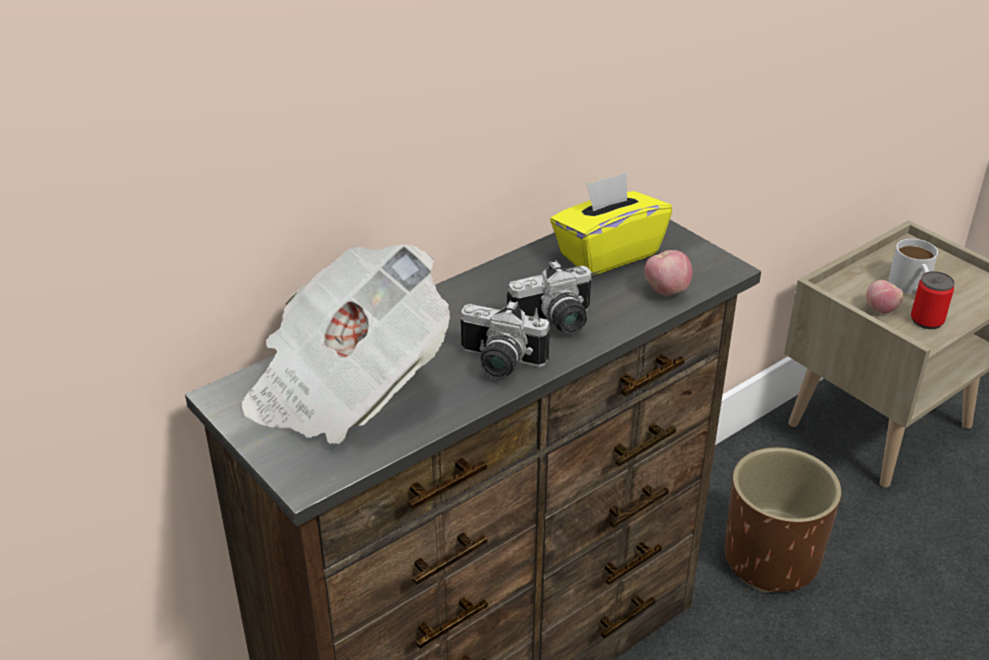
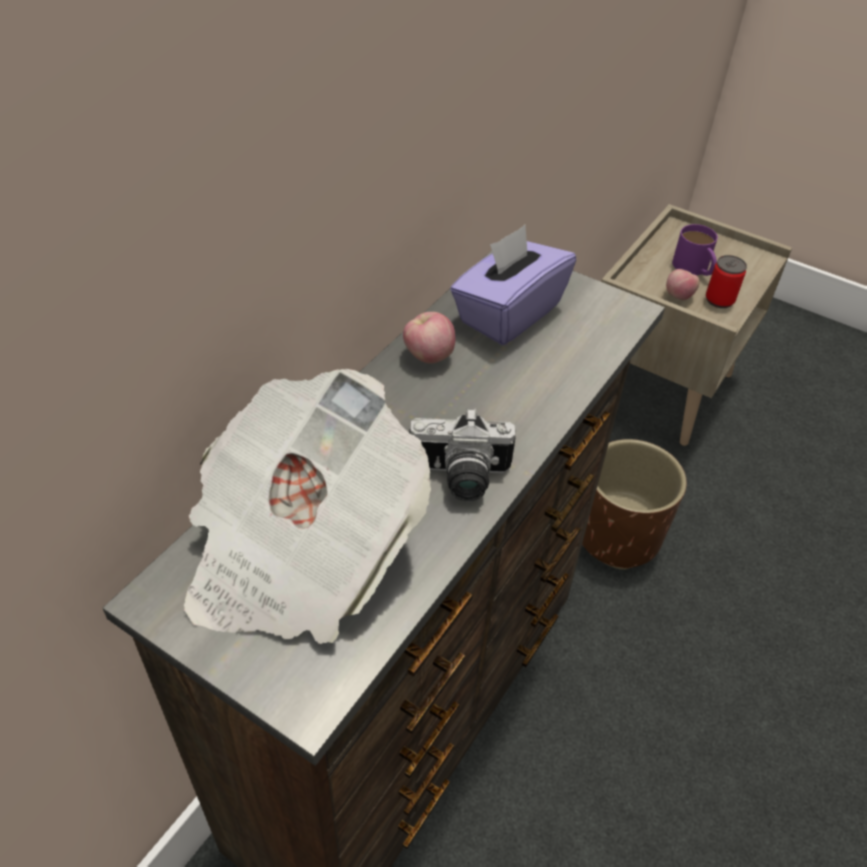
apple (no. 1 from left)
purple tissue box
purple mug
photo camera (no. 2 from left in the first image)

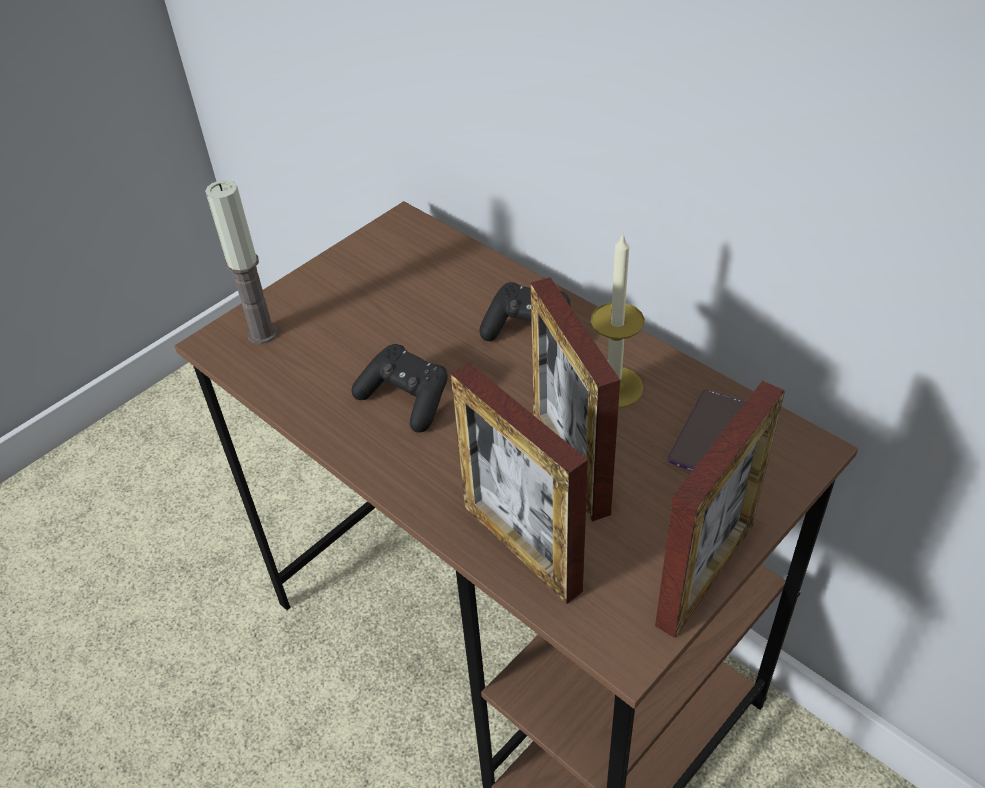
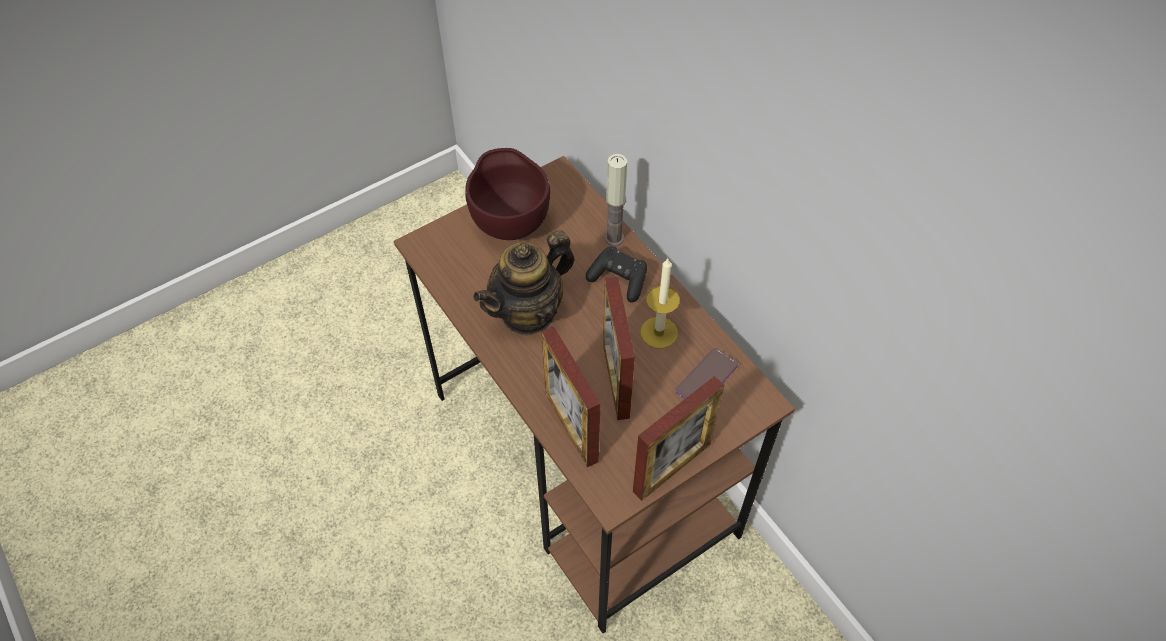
brown bowl
teapot
candle (no. 1 from left)

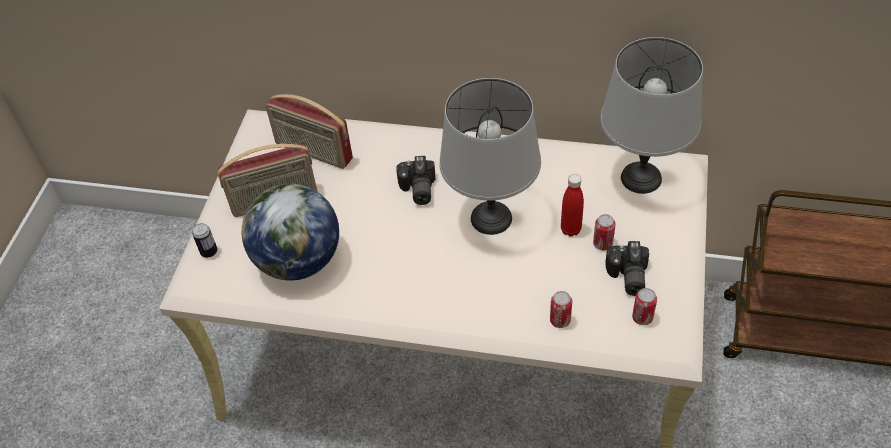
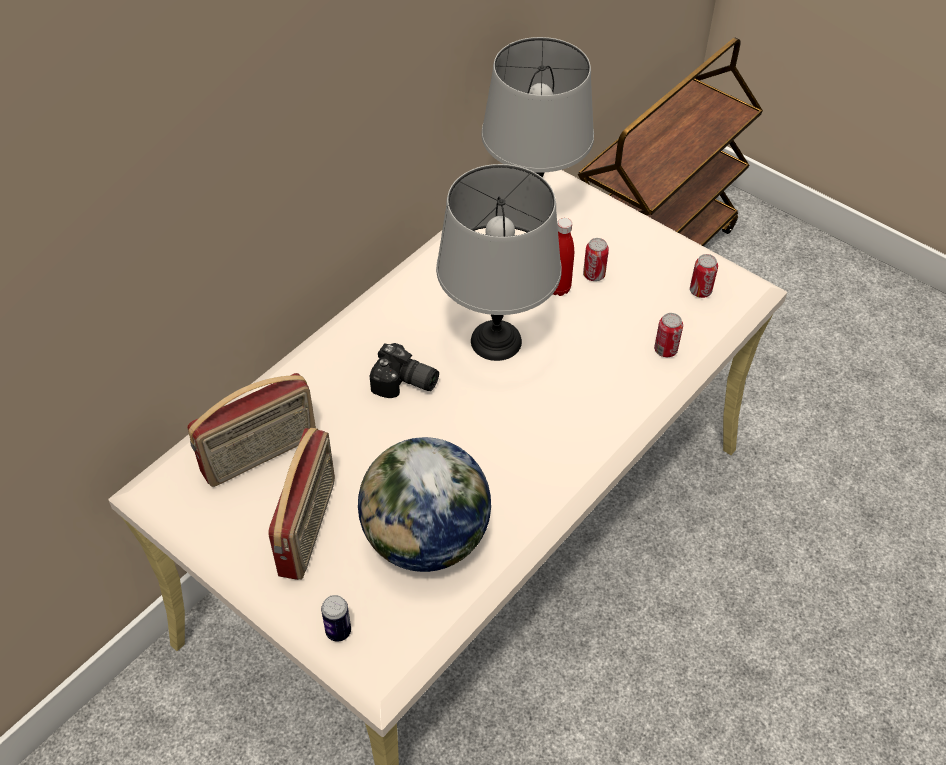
photo camera (no. 2 from left in the first image)

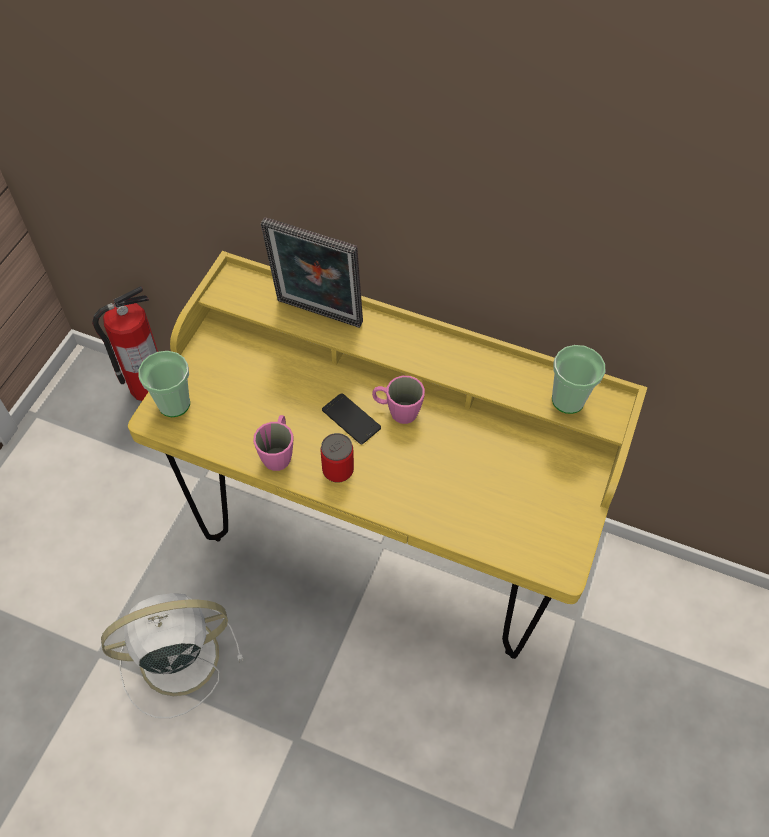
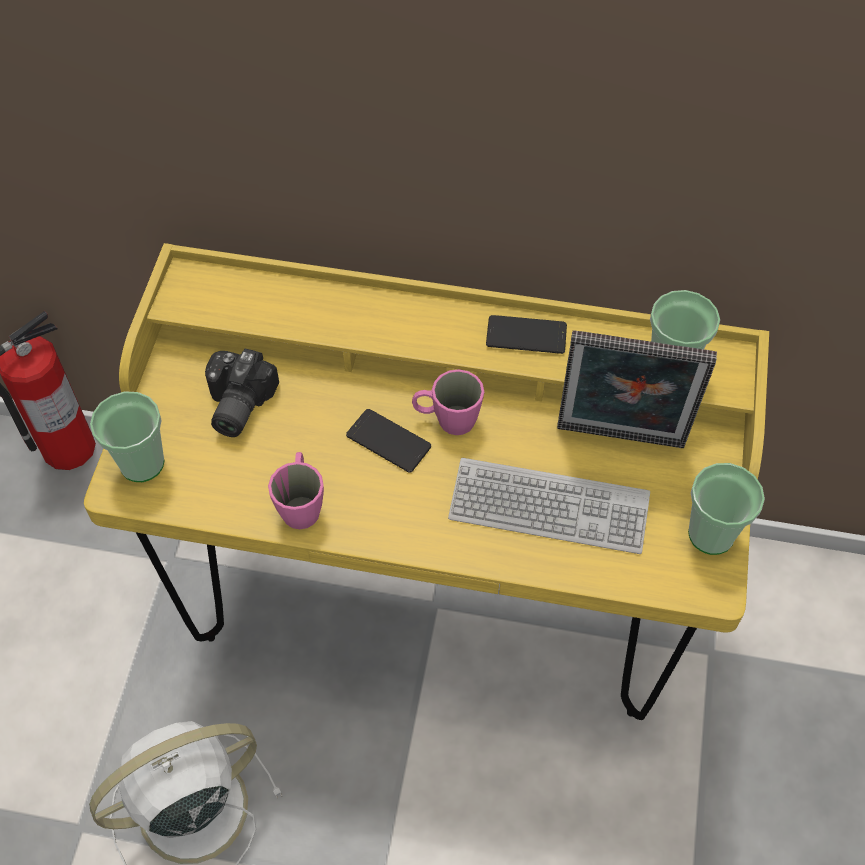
photo camera
keyboard
phone (no. 2 from left)
picture frame
cup (no. 3 from left)
can

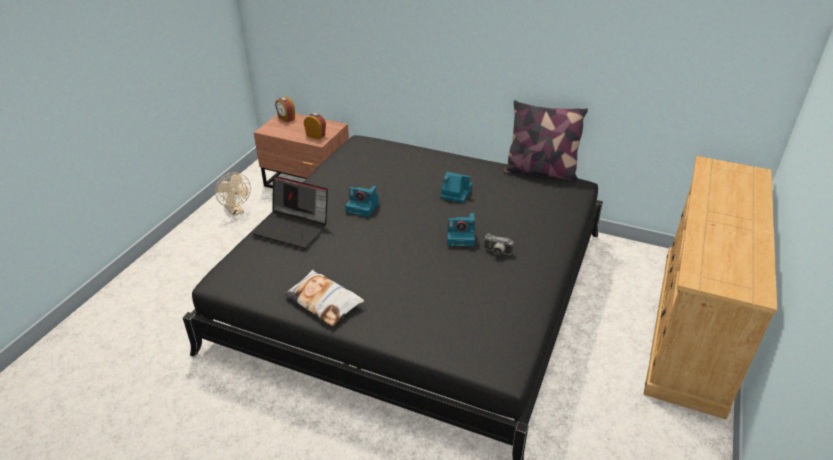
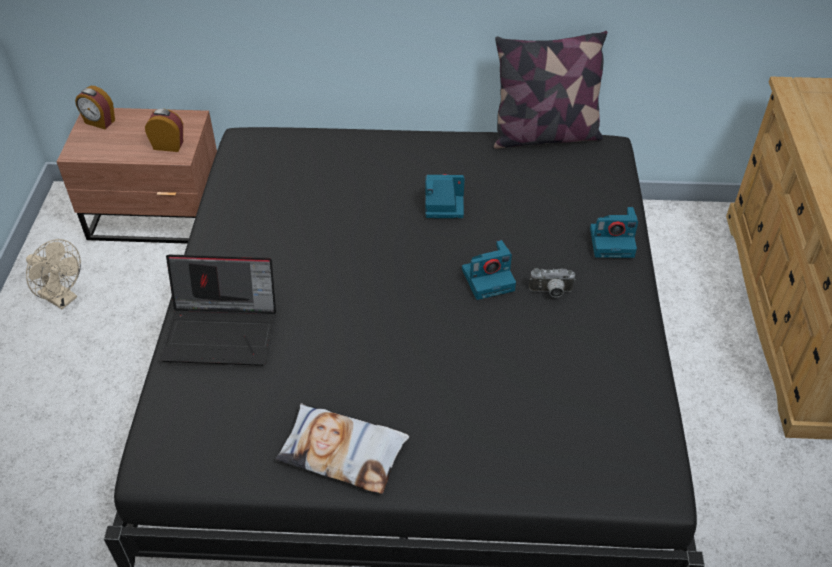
photo camera (no. 4 from left)

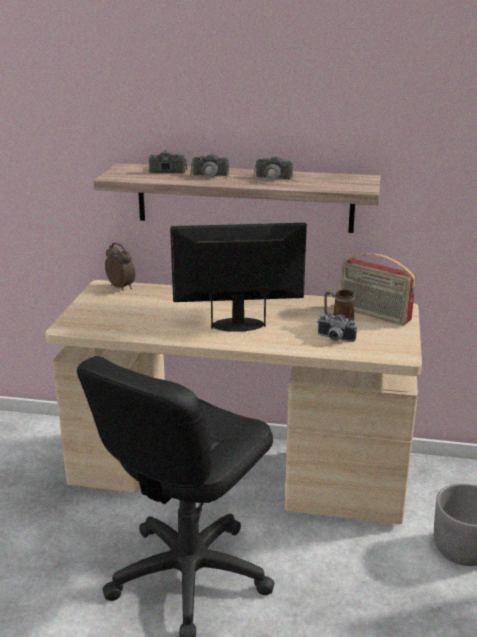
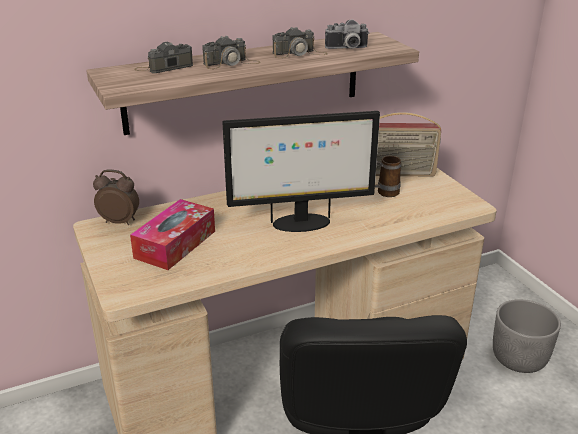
tissue box
monitor
photo camera (no. 4 from left)

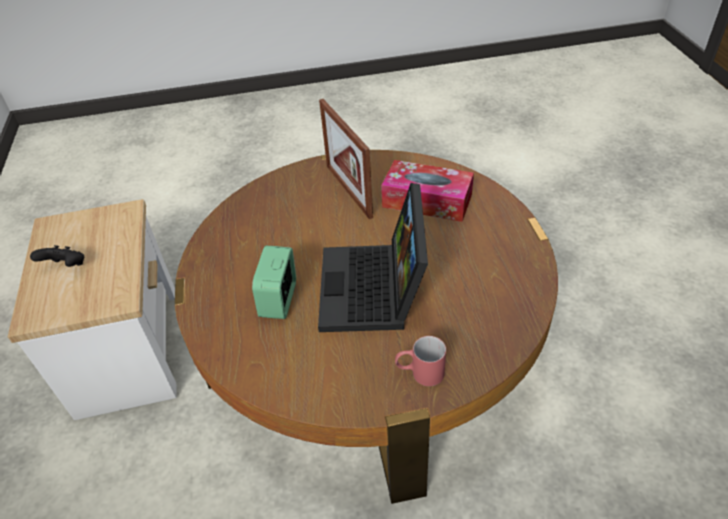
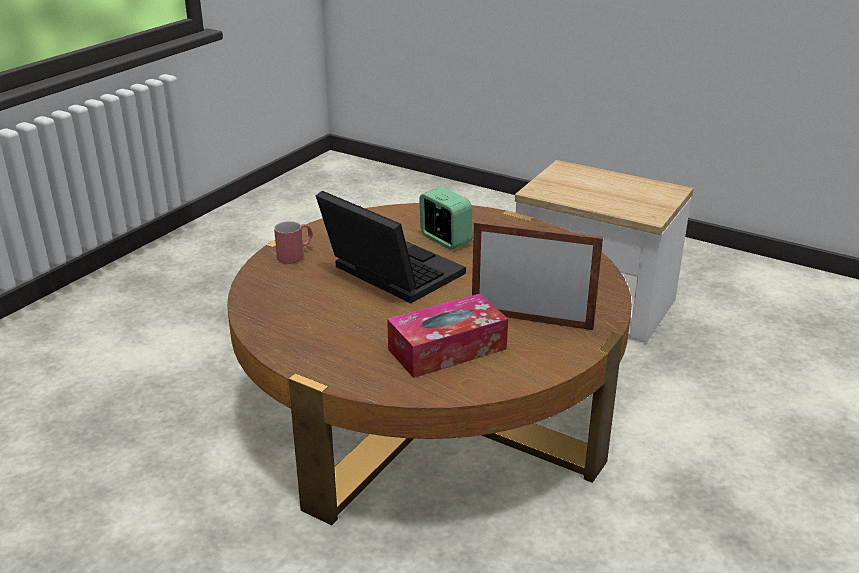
black game controller

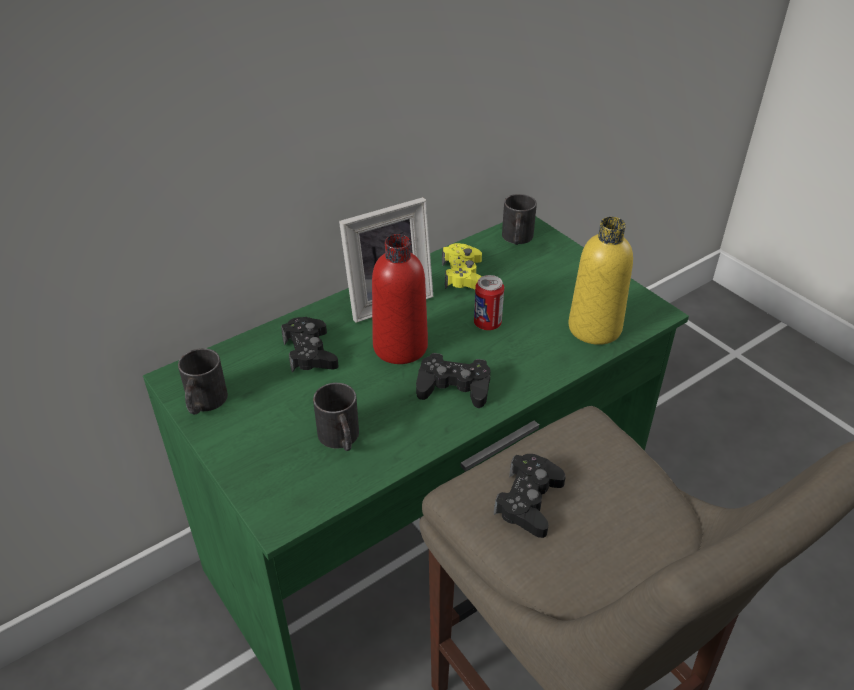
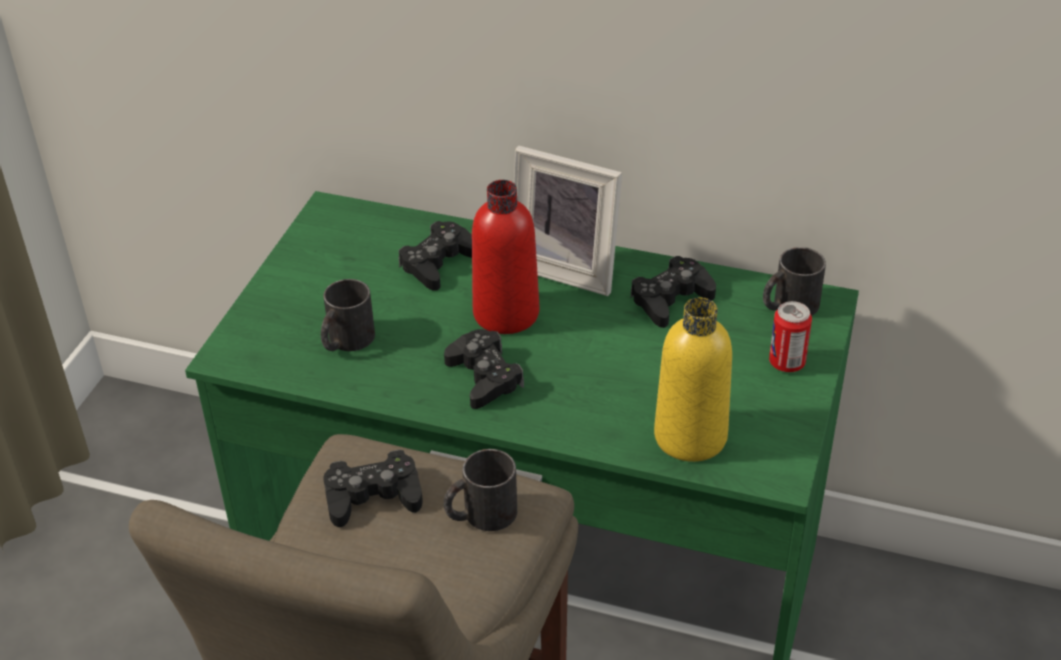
black mug (no. 2 from left)
black game controller (no. 4 from left)
can

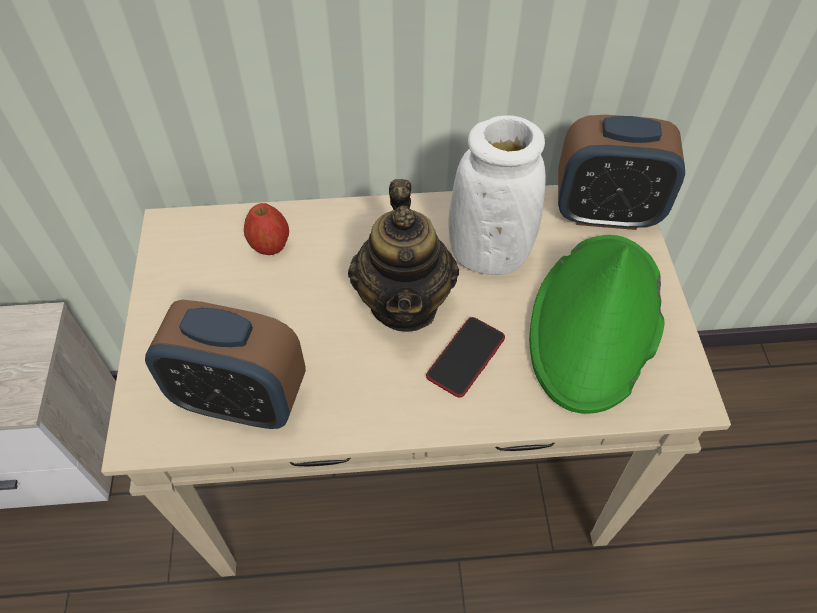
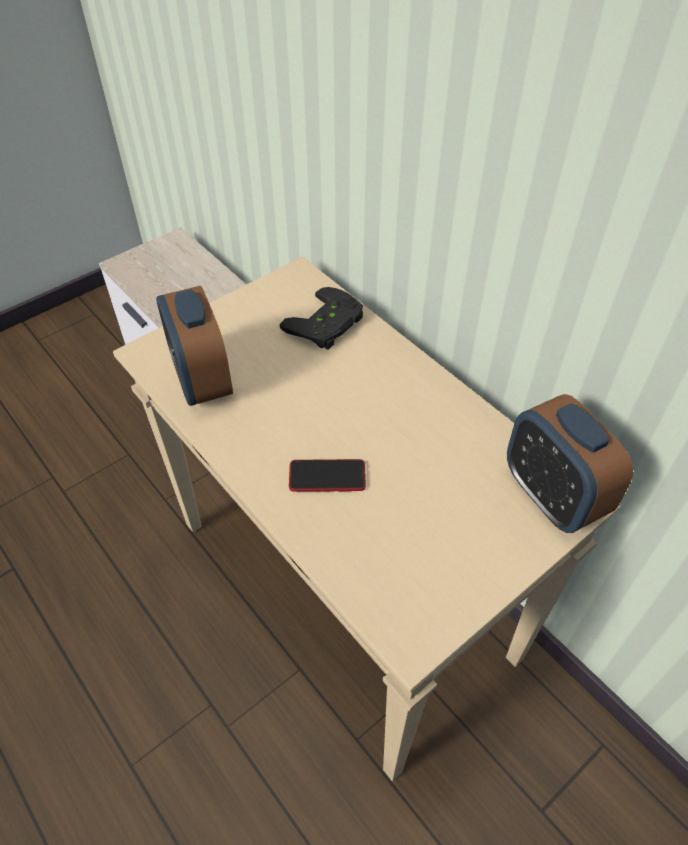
black game controller
teapot
white vase
green hat

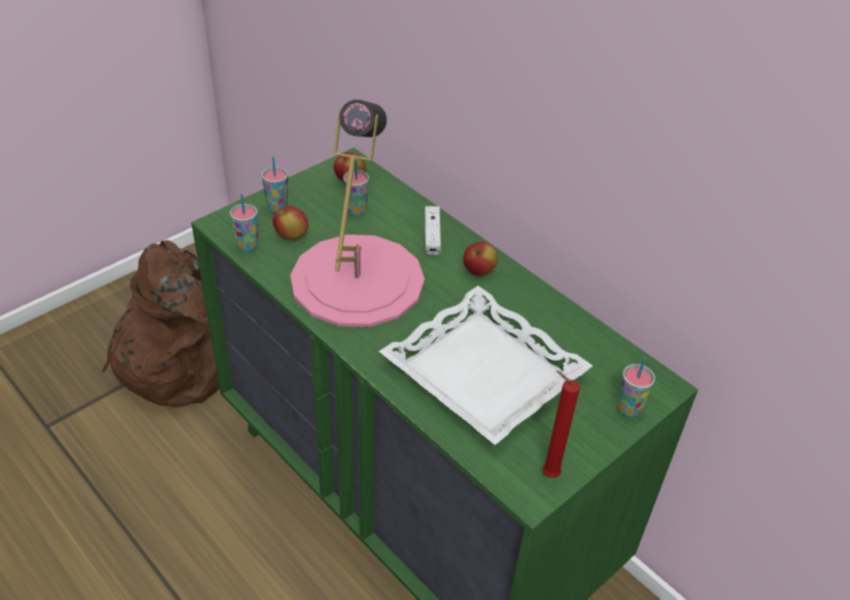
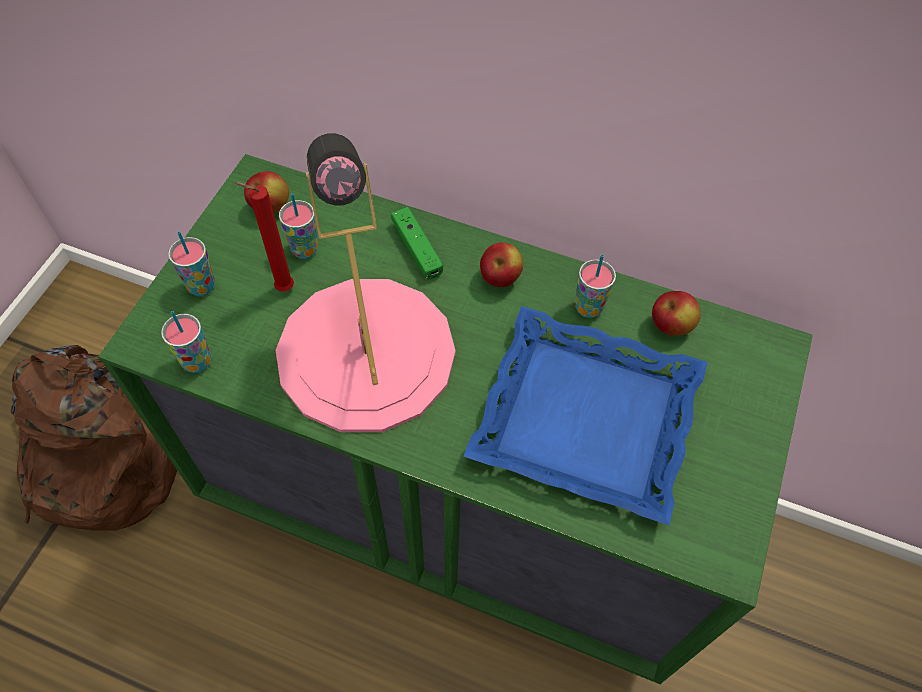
red candle
green game controller
blue tray
cup (no. 4 from left)
apple (no. 3 from left)

